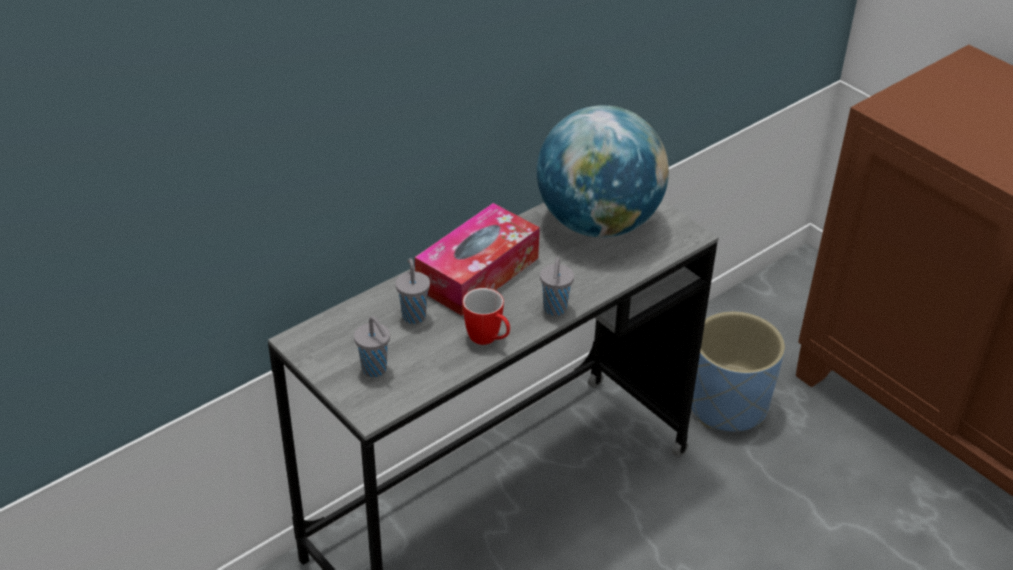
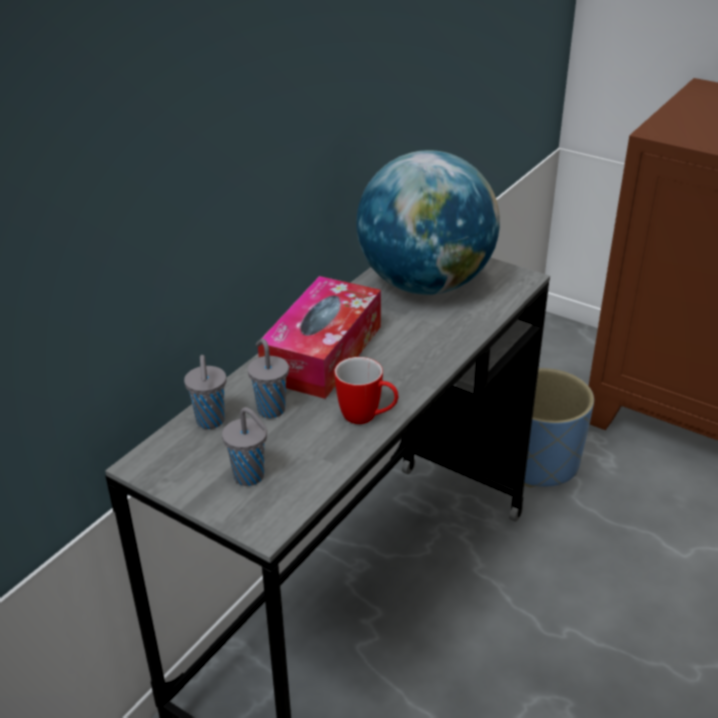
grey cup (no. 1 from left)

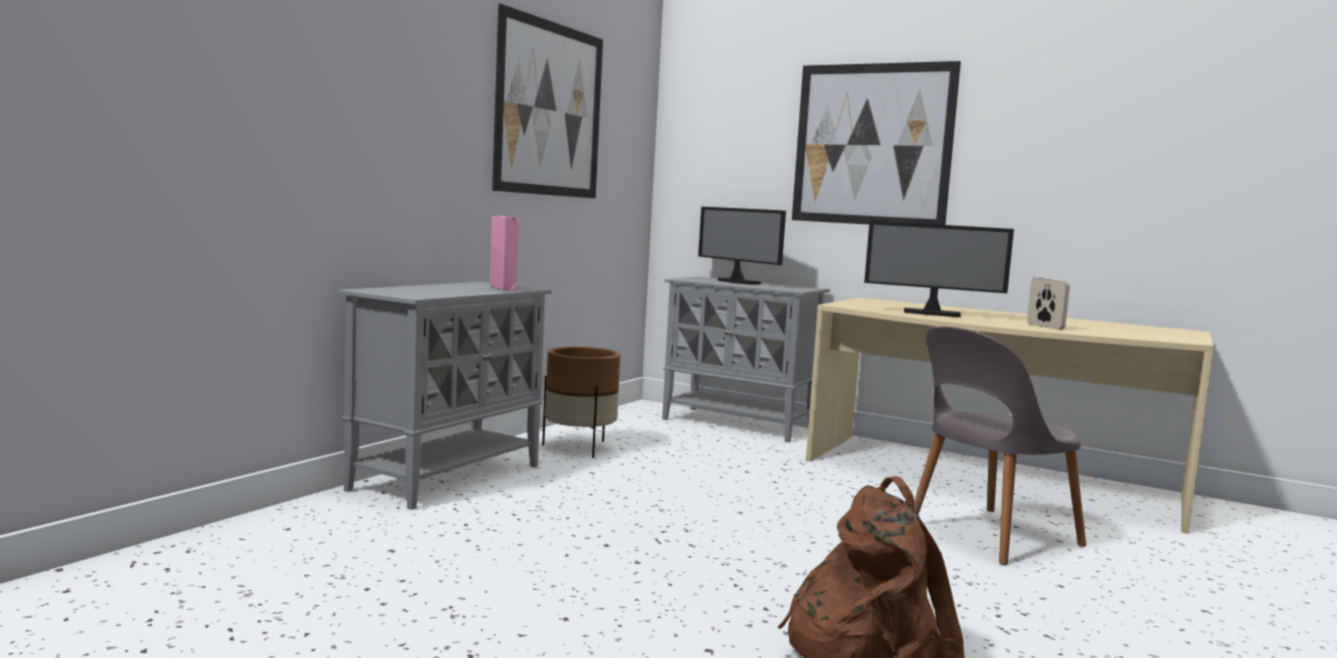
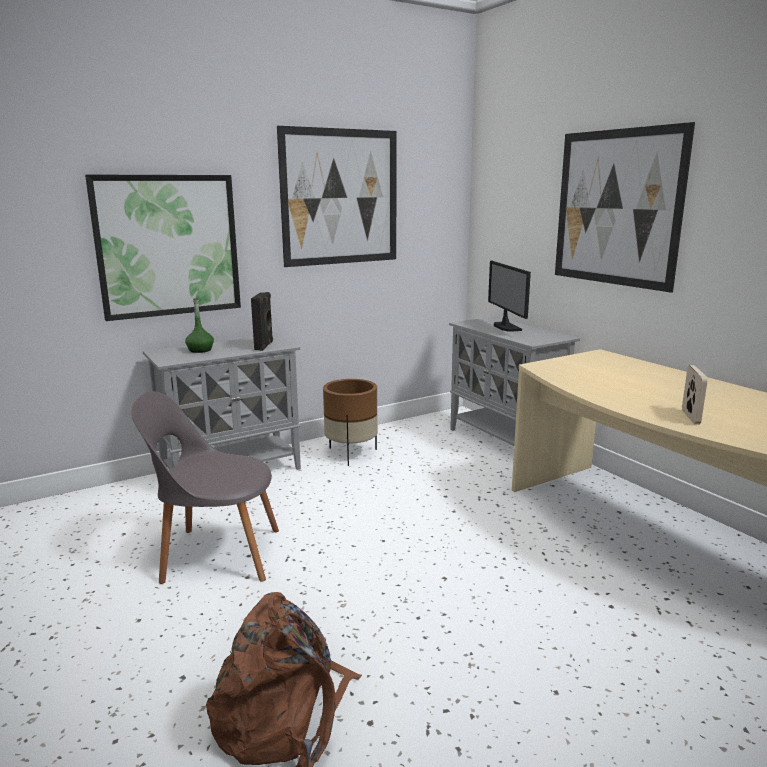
picture (no. 1 from left)
grey chair
green bottle
black speaker
monitor (no. 2 from left in the first image)

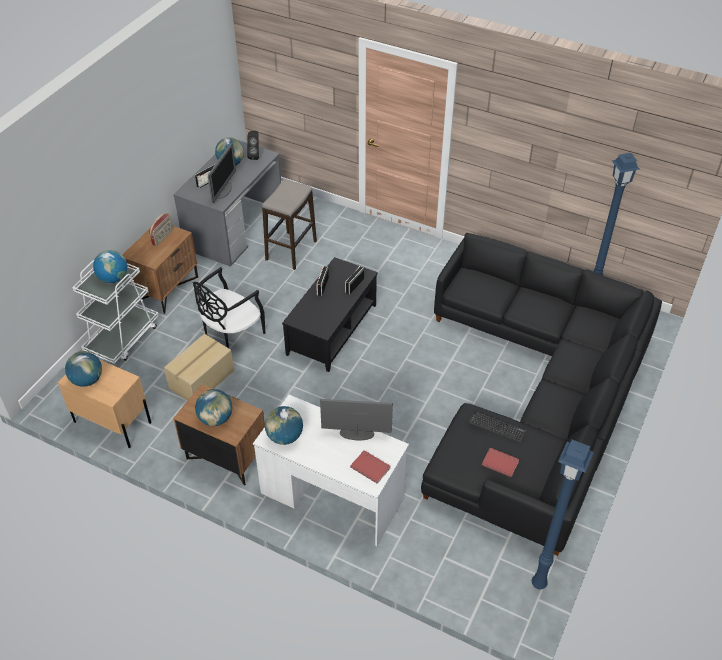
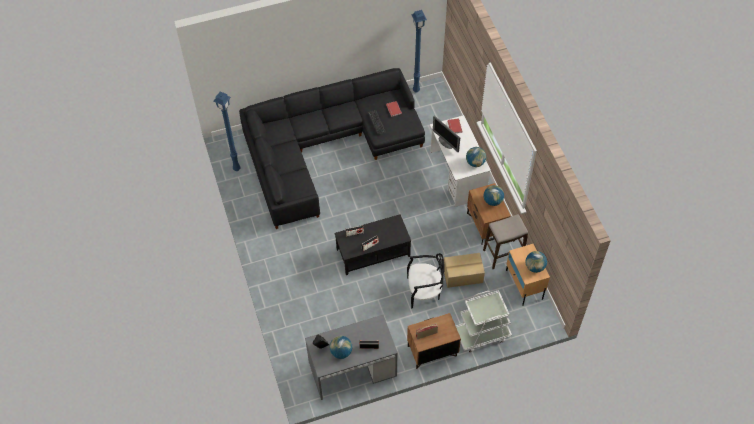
stool
globe (no. 2 from left in the first image)
monitor (no. 1 from left in the first image)

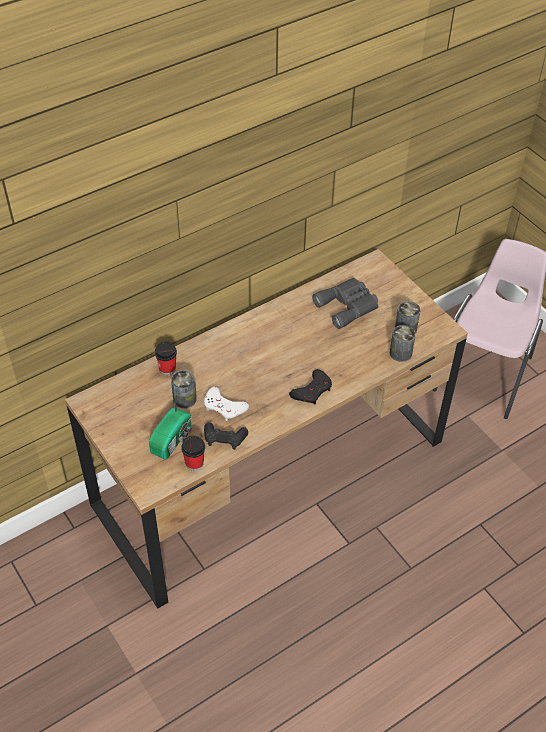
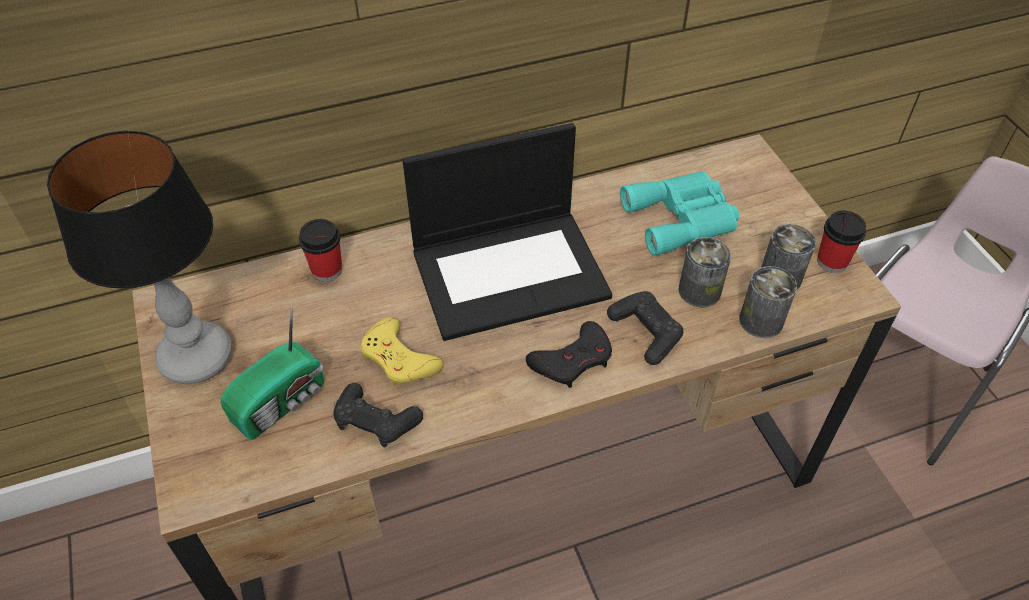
table lamp
yellow game controller
laptop
black game controller (no. 3 from left)
turquoise binoculars
can (no. 1 from left)
cup (no. 2 from left)

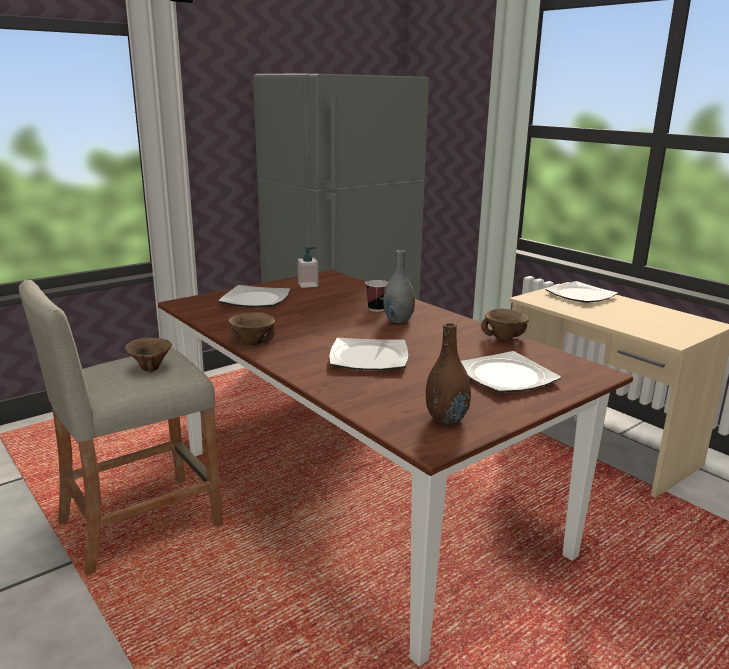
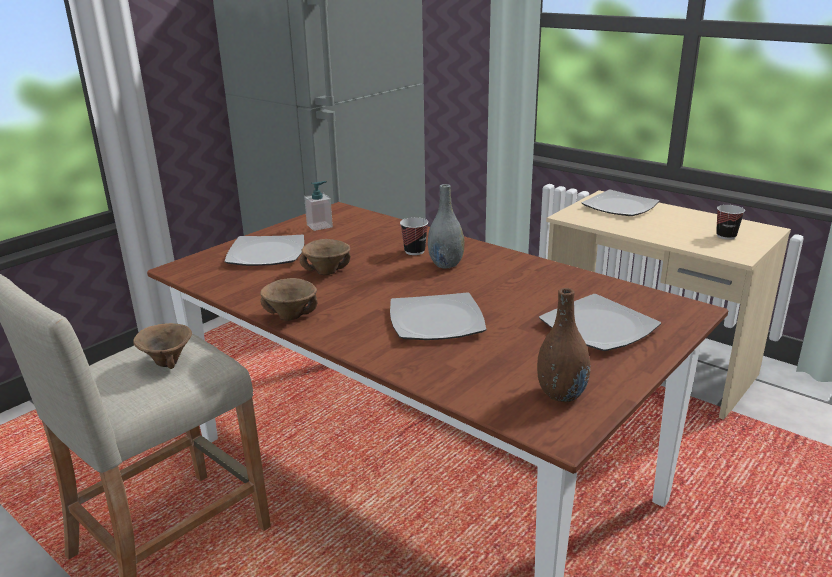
brown bowl (no. 3 from left)
cup (no. 2 from left)

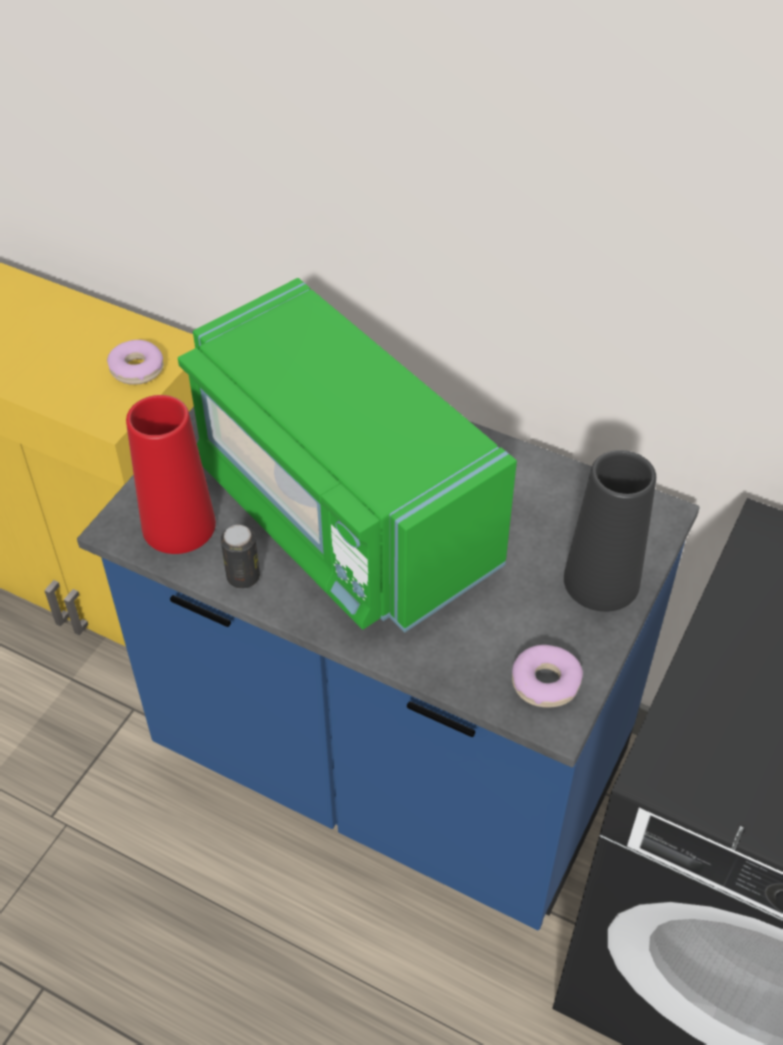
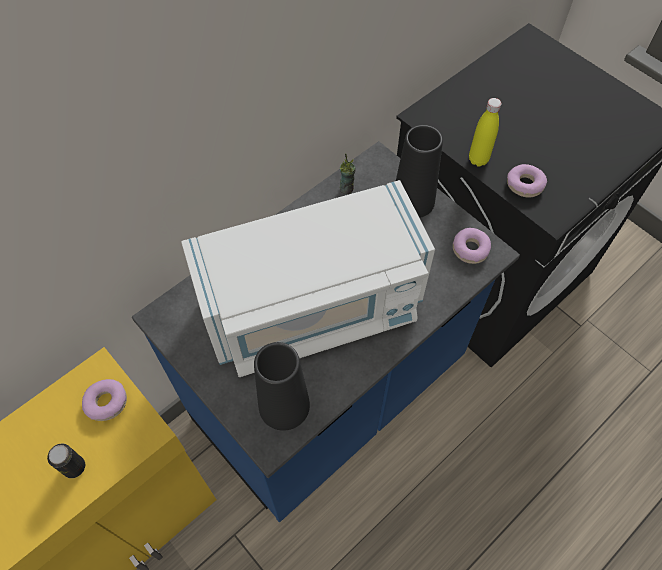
can
white microwave
black vase (no. 1 from left)
cup
yellow bottle
donut (no. 3 from left)

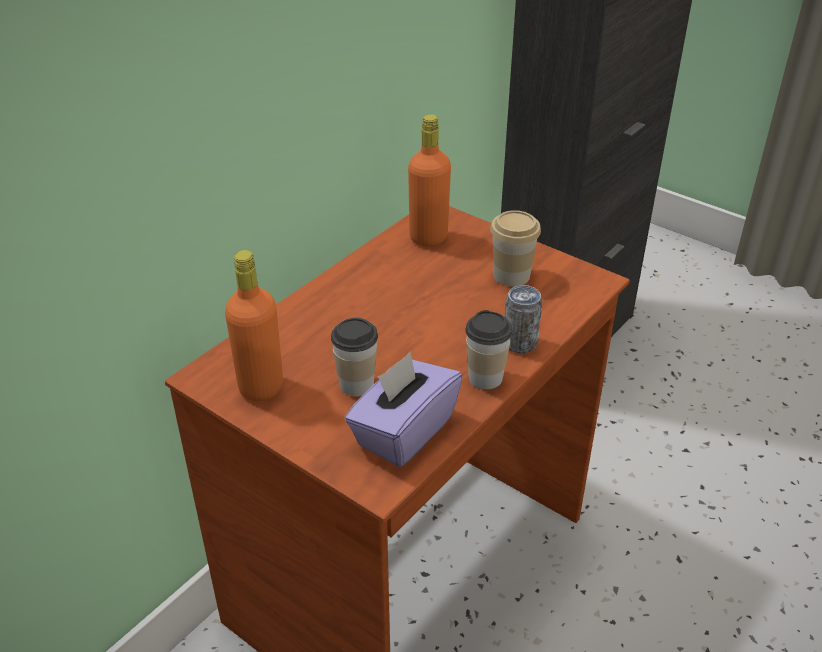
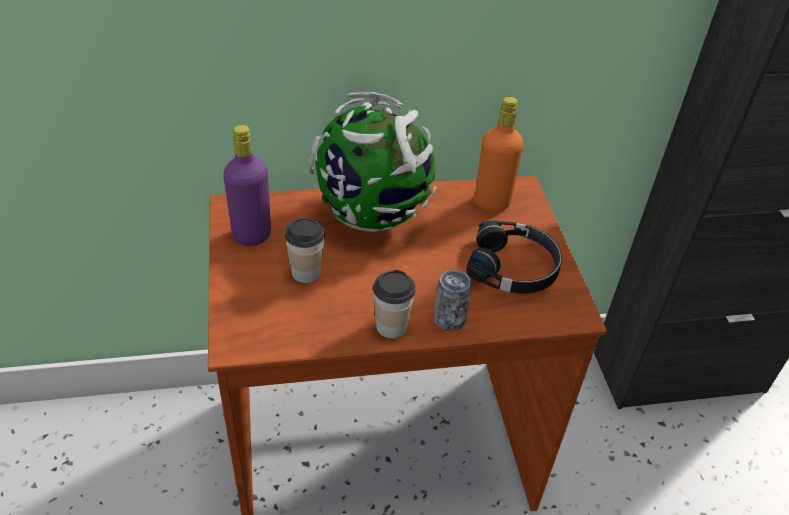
purple bottle
globe
black headphones
purple tissue box

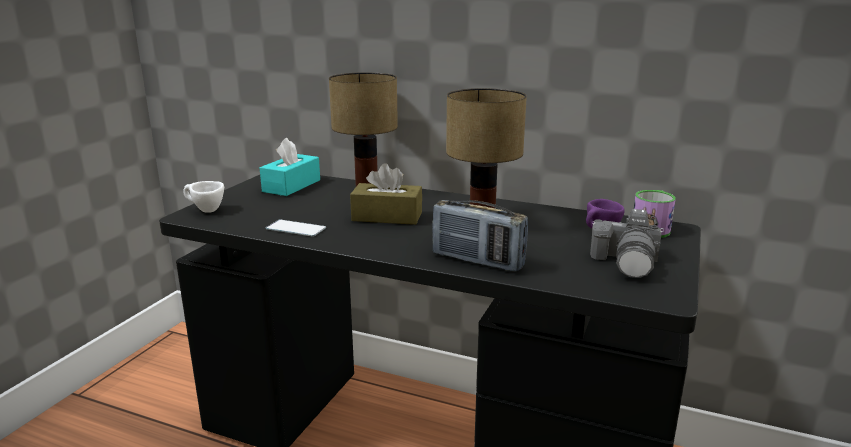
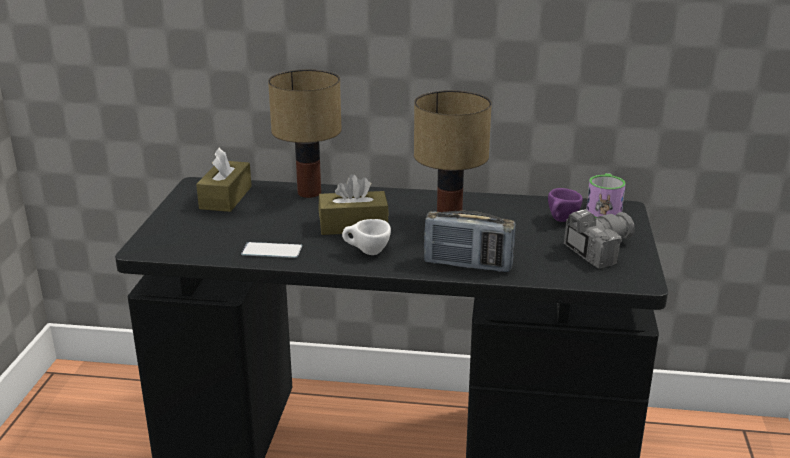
brown tissue box (no. 1 from left)
white cup
photo camera

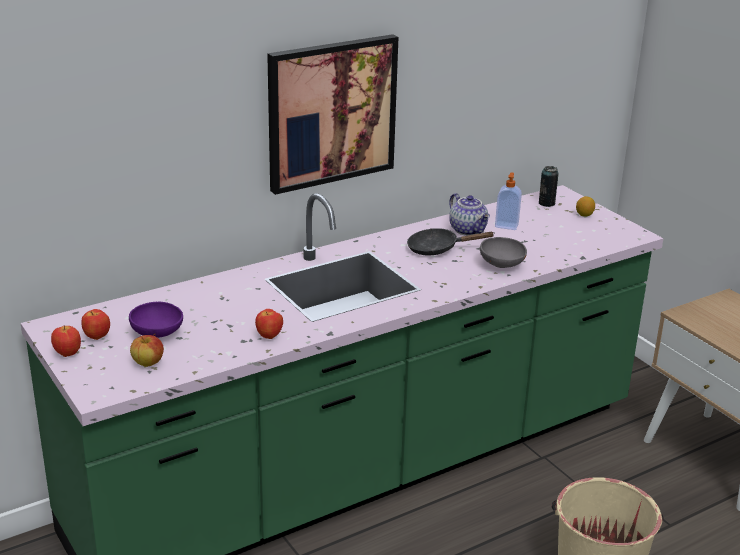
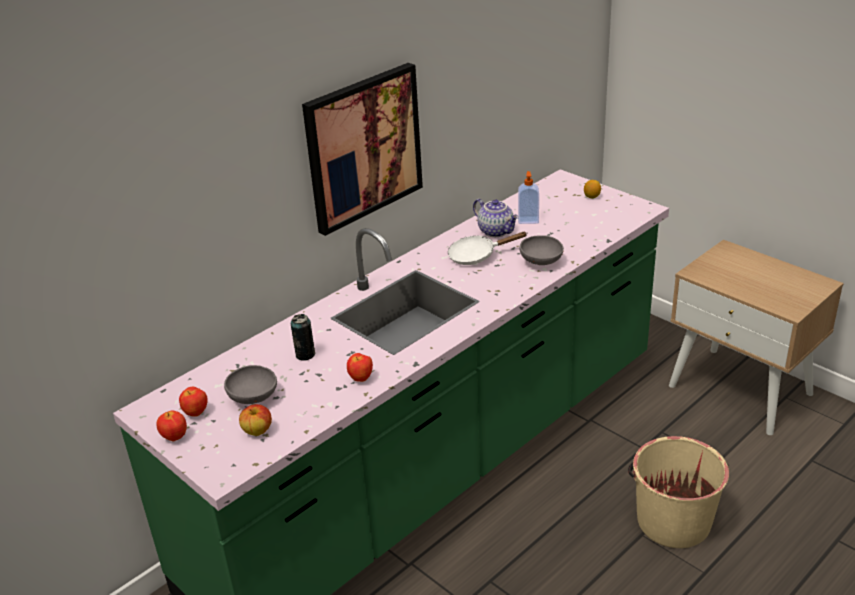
grey bowl (no. 1 from left)
can
white frying pan

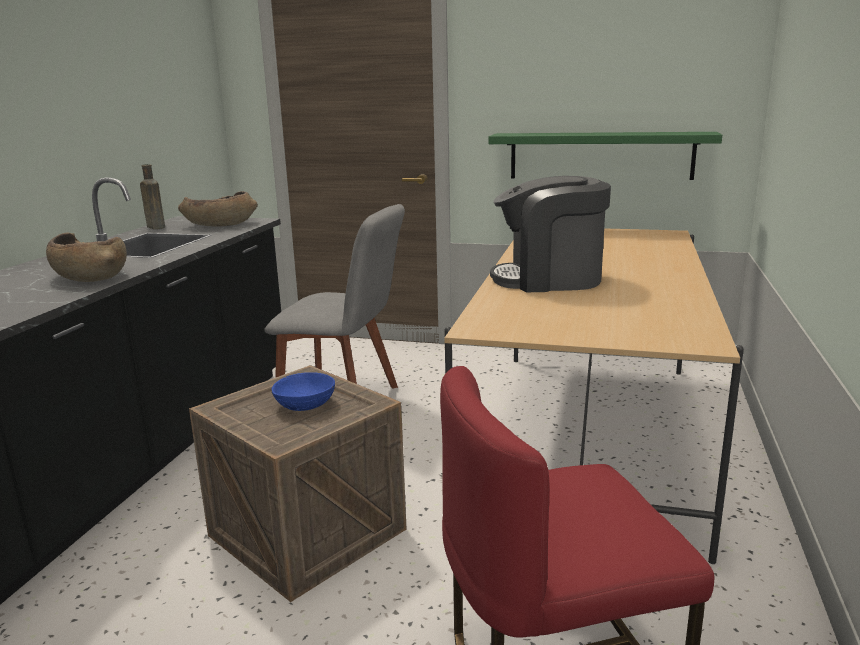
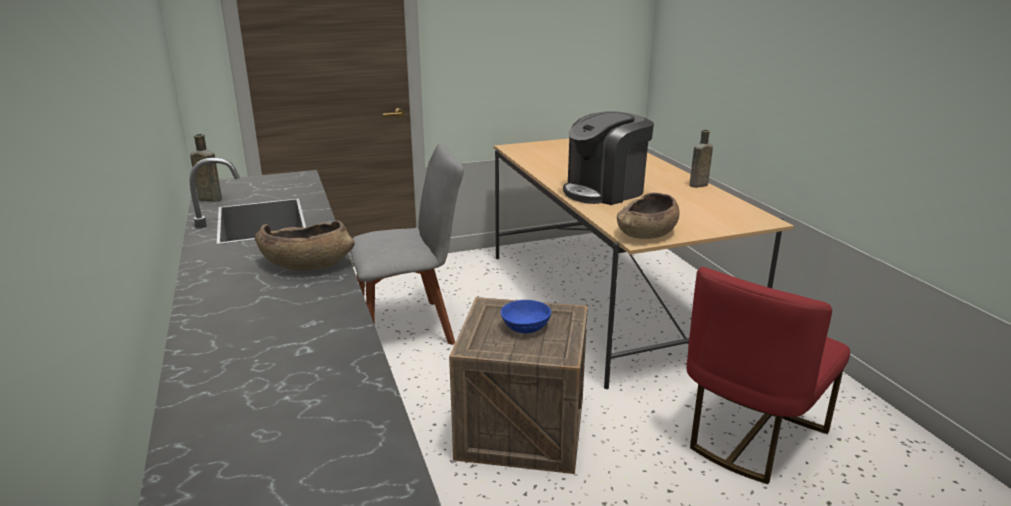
brown bowl (no. 2 from left)
brown bottle (no. 2 from left)
green shelf

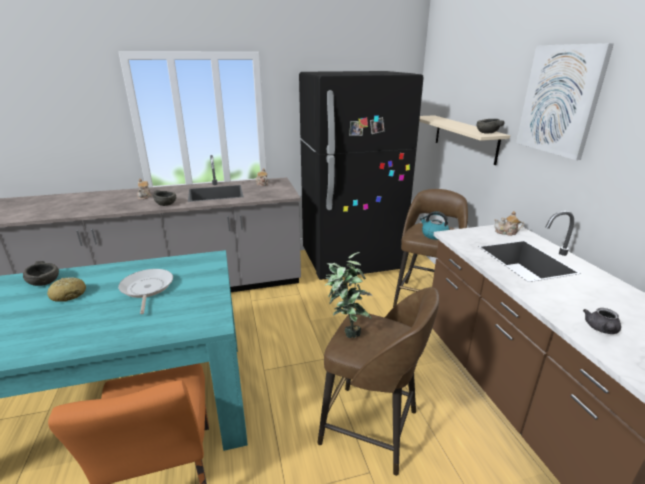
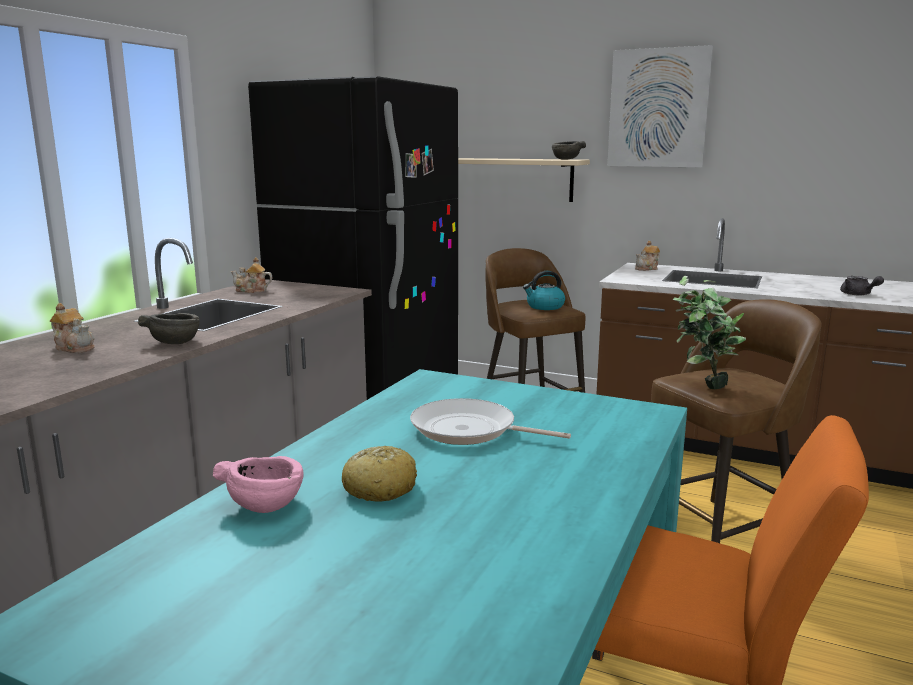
pink bowl

